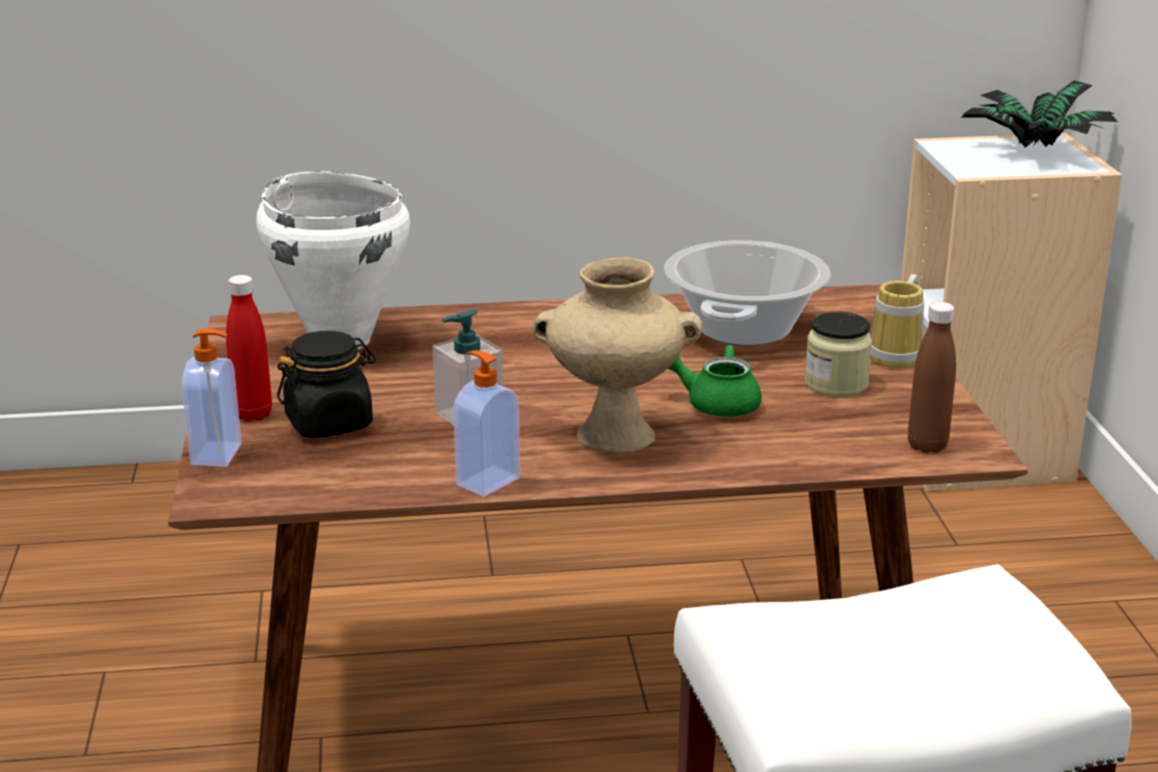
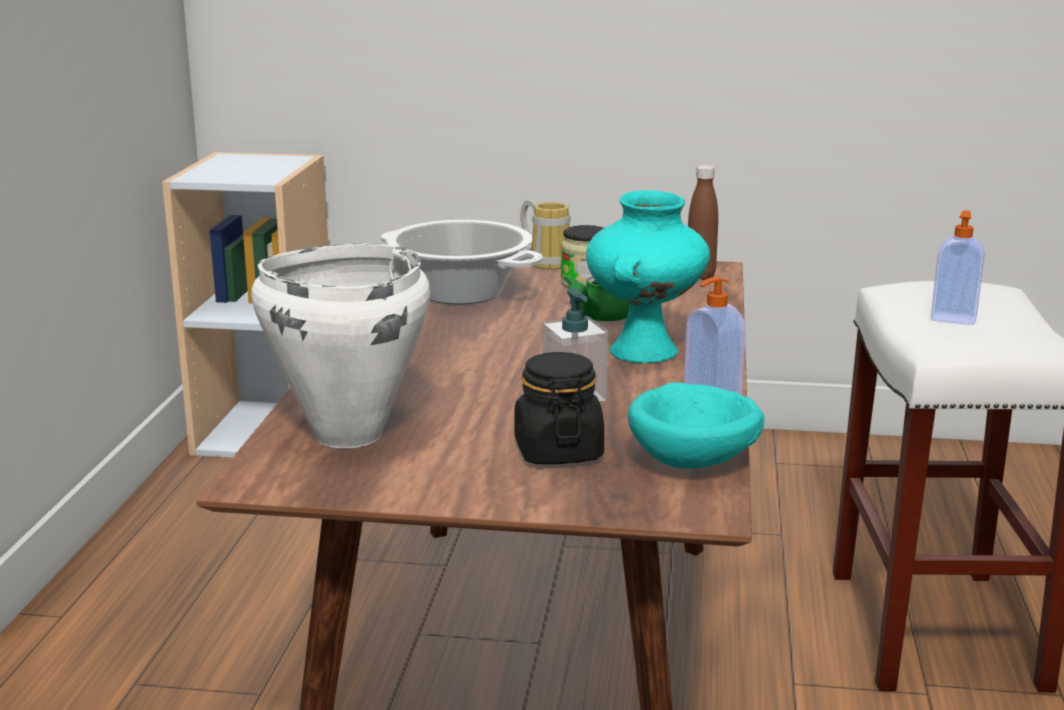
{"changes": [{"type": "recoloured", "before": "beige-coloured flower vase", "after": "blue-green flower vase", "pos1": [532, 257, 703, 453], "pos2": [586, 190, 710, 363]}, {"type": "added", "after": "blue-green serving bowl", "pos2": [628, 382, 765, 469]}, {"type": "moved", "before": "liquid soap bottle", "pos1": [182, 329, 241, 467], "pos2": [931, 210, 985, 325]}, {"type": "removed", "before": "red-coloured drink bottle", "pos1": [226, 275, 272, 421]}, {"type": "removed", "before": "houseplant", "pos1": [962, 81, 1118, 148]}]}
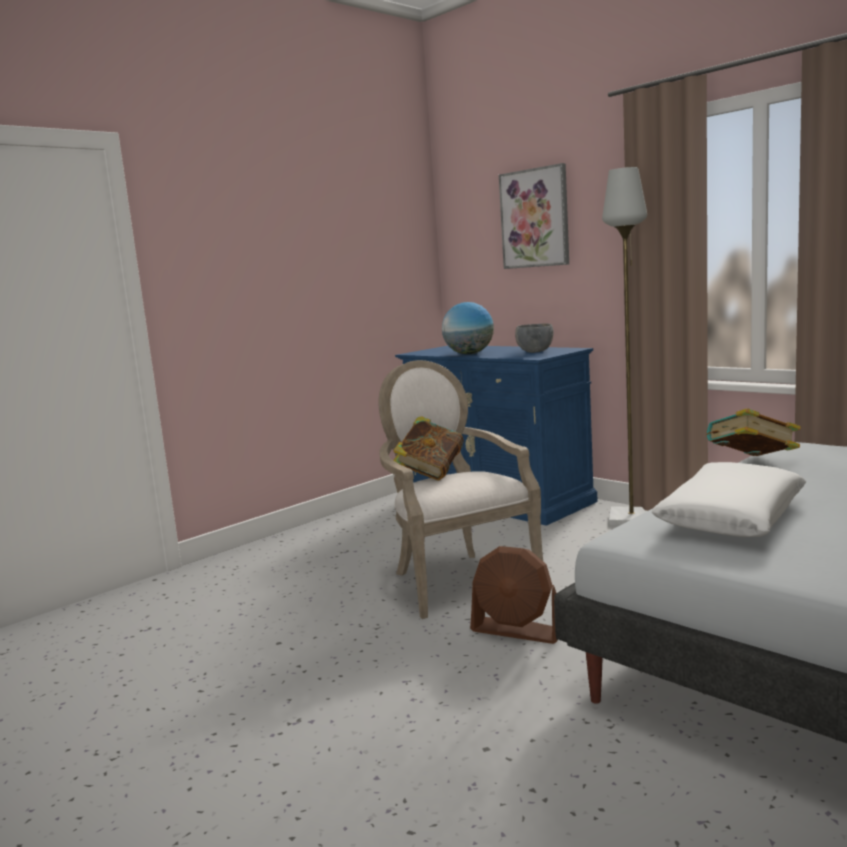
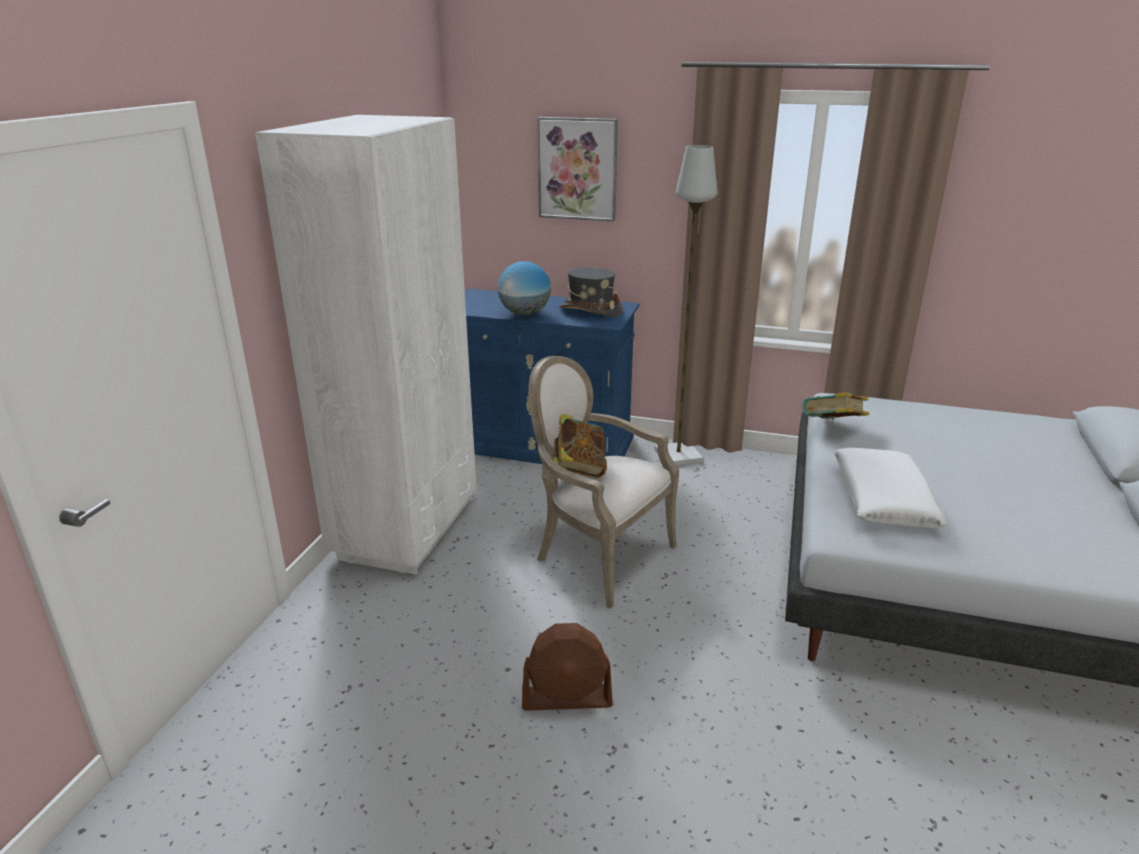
{"changes": [{"type": "added", "after": "white clothes cupboard", "pos2": [255, 115, 476, 575]}, {"type": "moved", "before": "brownish cooling fan", "pos1": [470, 546, 558, 644], "pos2": [522, 623, 613, 711]}, {"type": "replaced", "before": "gray serving bowl", "after": "gray hat", "pos1": [515, 323, 553, 353], "pos2": [559, 267, 623, 317]}]}
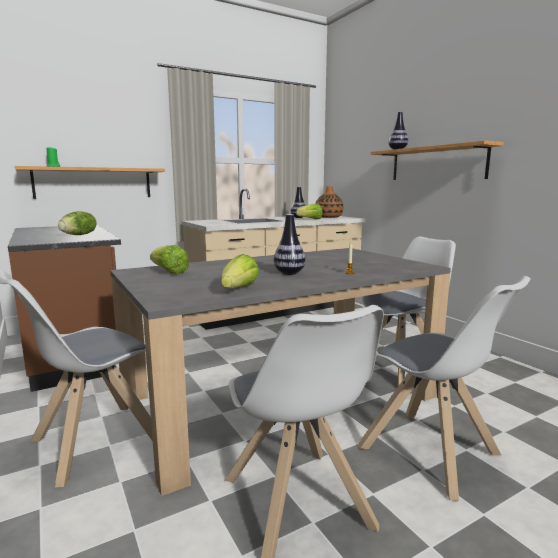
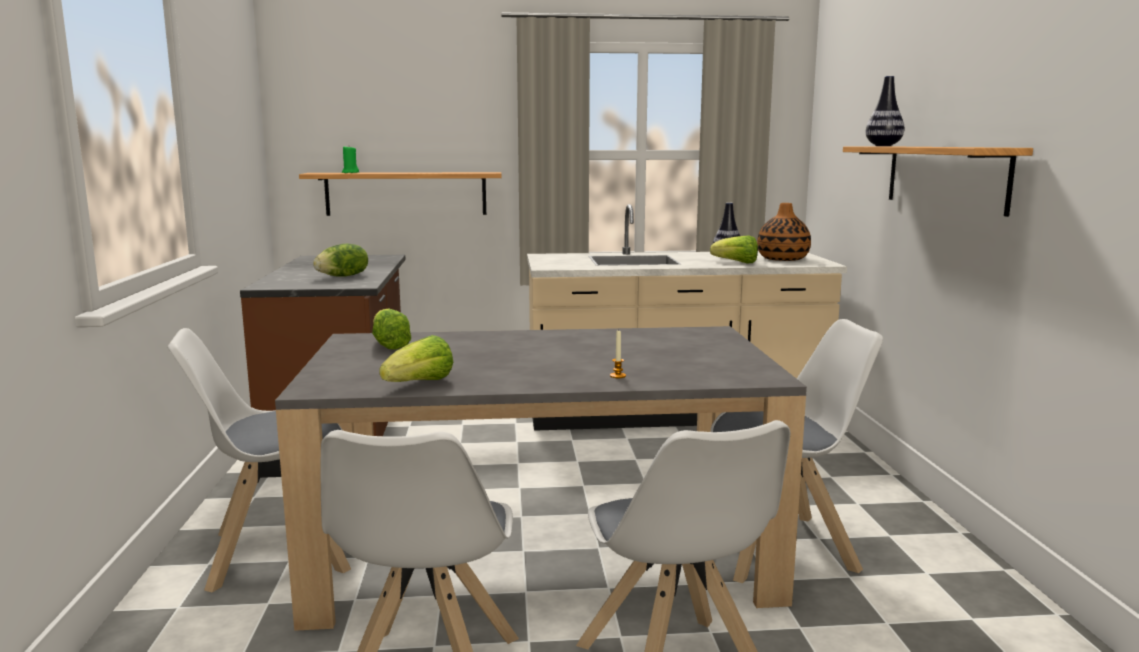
{"changes": [{"type": "removed", "before": "flower vase", "pos1": [274, 214, 306, 275]}]}
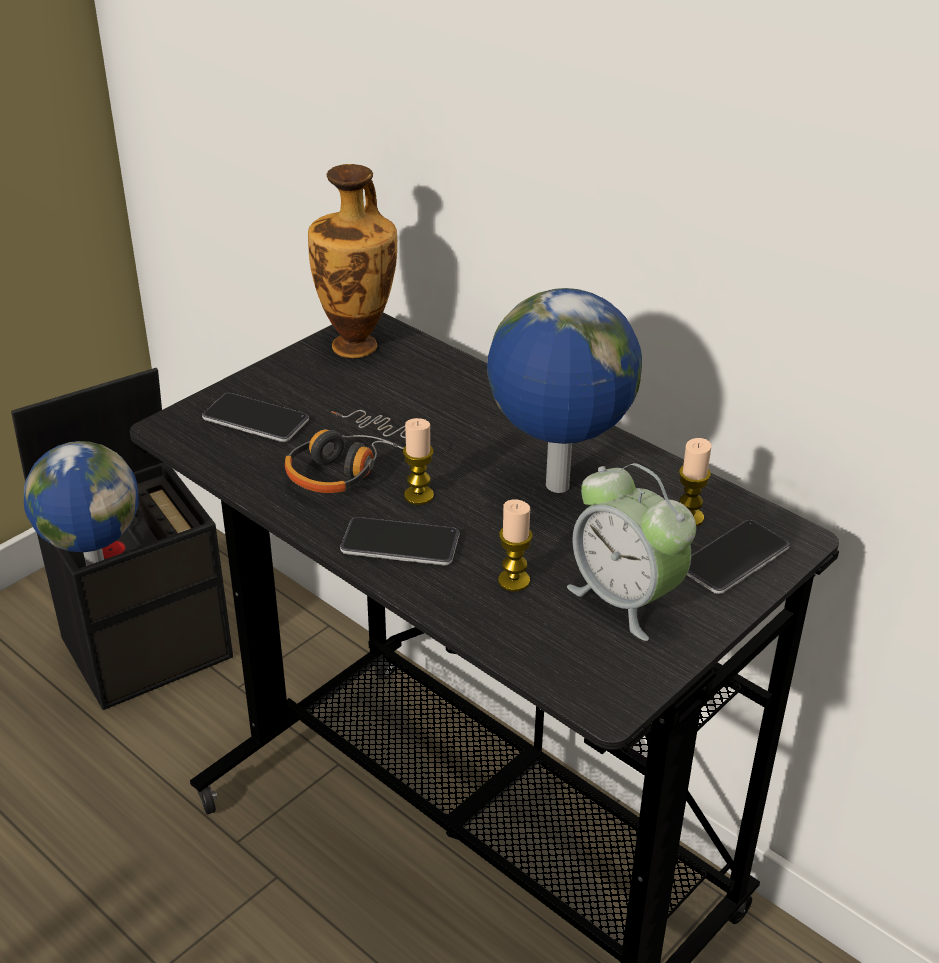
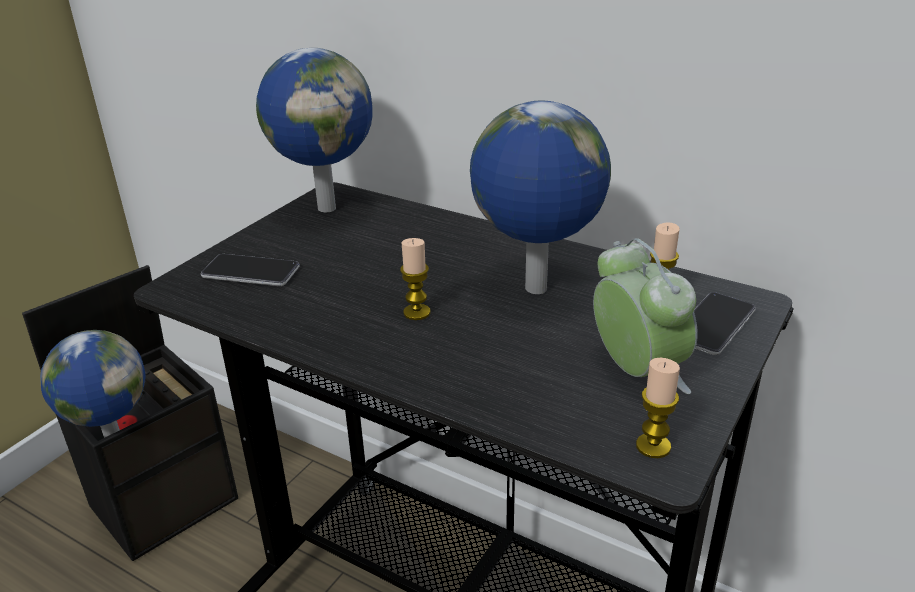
{"changes": [{"type": "replaced", "before": "flower vase", "after": "desk globe", "pos1": [308, 164, 397, 358], "pos2": [256, 48, 373, 212]}, {"type": "turned", "before": "bedside clock", "pos1": [567, 463, 696, 641], "pos2": [593, 238, 698, 394], "turn": -150}, {"type": "moved", "before": "candle", "pos1": [498, 499, 533, 592], "pos2": [636, 358, 680, 458]}, {"type": "removed", "before": "pair of headphones", "pos1": [285, 410, 406, 493]}, {"type": "removed", "before": "phone", "pos1": [340, 517, 459, 566]}]}
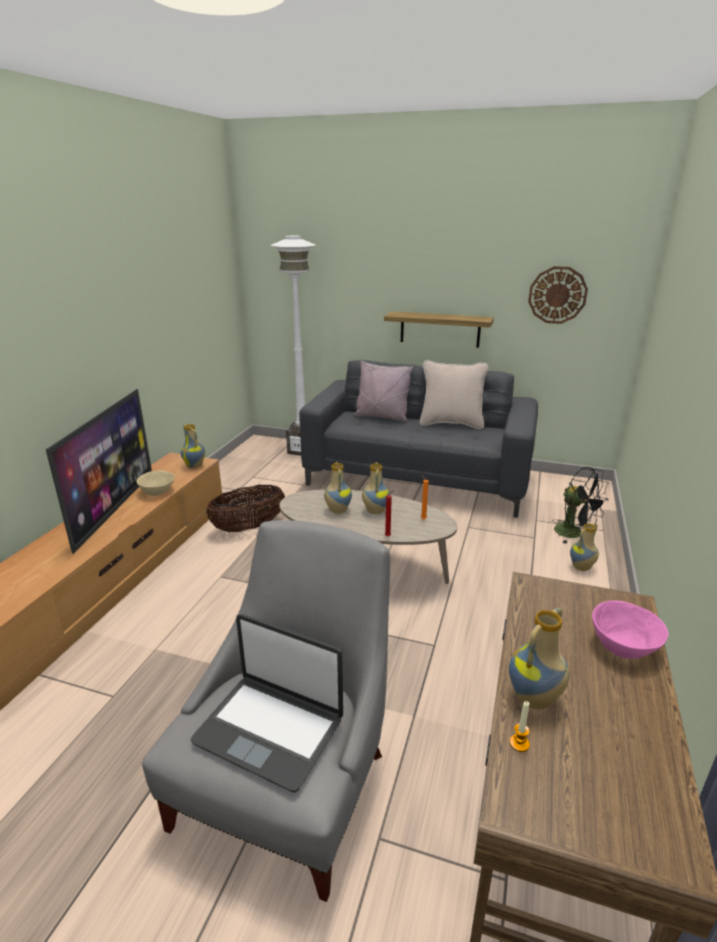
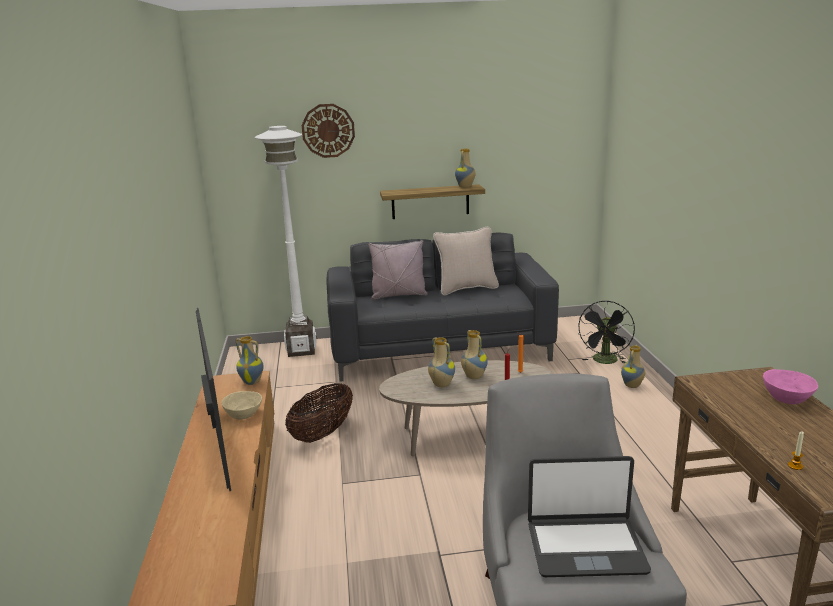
{"changes": [{"type": "moved", "before": "wall clock", "pos1": [528, 266, 588, 324], "pos2": [302, 104, 355, 158]}, {"type": "moved", "before": "flower vase", "pos1": [509, 608, 569, 710], "pos2": [455, 149, 475, 188]}, {"type": "turned", "before": "black cooling fan", "pos1": [552, 467, 609, 544], "pos2": [578, 301, 635, 364], "turn": 90}]}
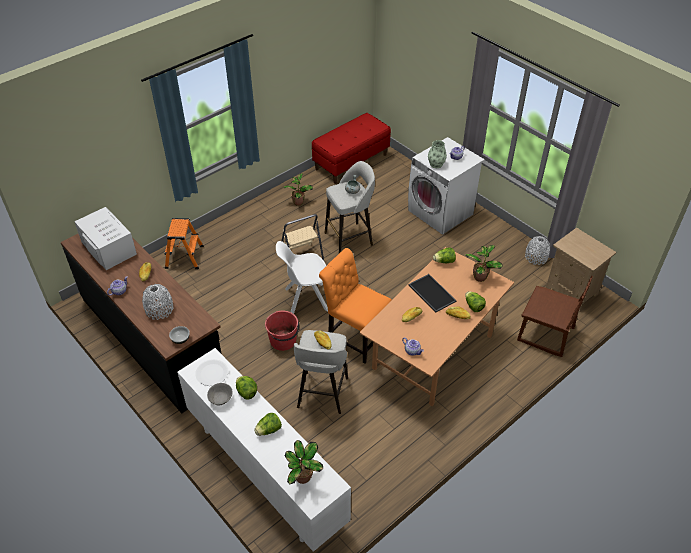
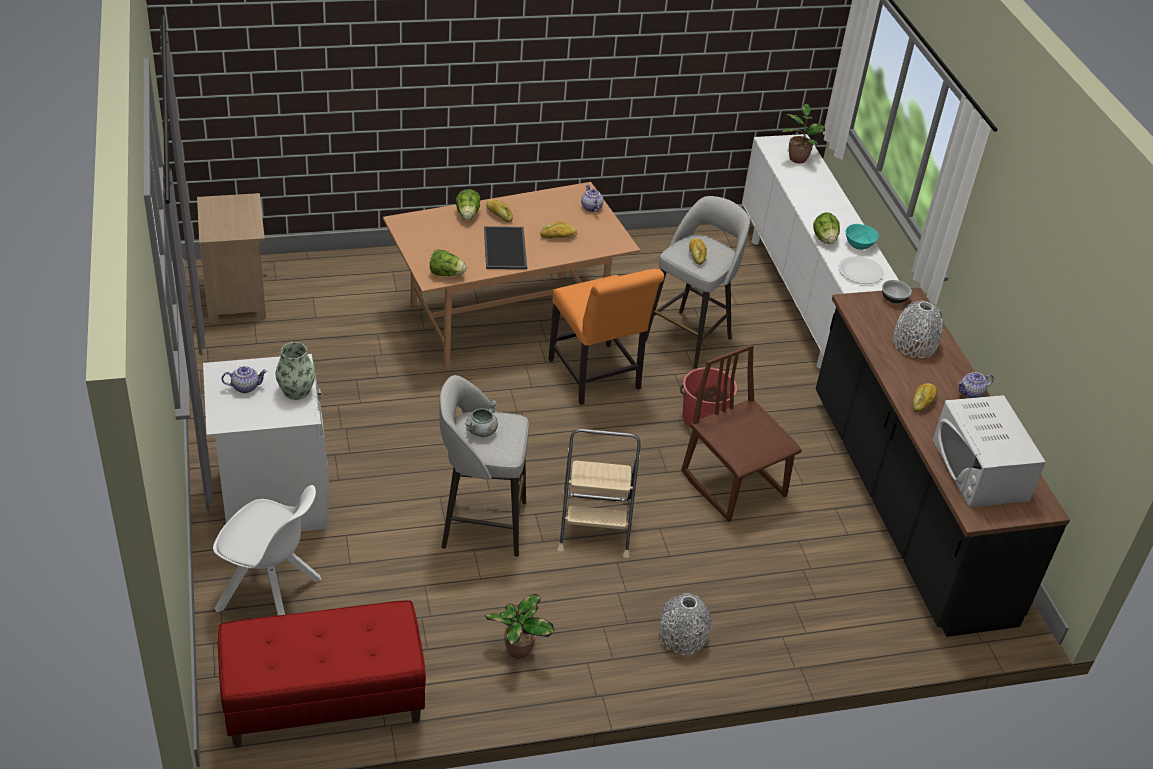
{"changes": [{"type": "moved", "before": "white plain chair", "pos1": [276, 241, 328, 314], "pos2": [213, 485, 321, 615]}, {"type": "moved", "before": "gray flower vase", "pos1": [525, 236, 551, 265], "pos2": [659, 593, 711, 655]}, {"type": "moved", "before": "brownish plain chair", "pos1": [517, 276, 593, 357], "pos2": [681, 344, 802, 522]}, {"type": "recoloured", "before": "gray serving bowl", "after": "blue-green serving bowl", "pos1": [207, 383, 233, 406], "pos2": [846, 224, 879, 250]}, {"type": "removed", "before": "orange-coloured step stool", "pos1": [164, 218, 204, 269]}, {"type": "removed", "before": "lettuce", "pos1": [254, 413, 282, 436]}, {"type": "removed", "before": "houseplant", "pos1": [465, 245, 503, 282]}]}
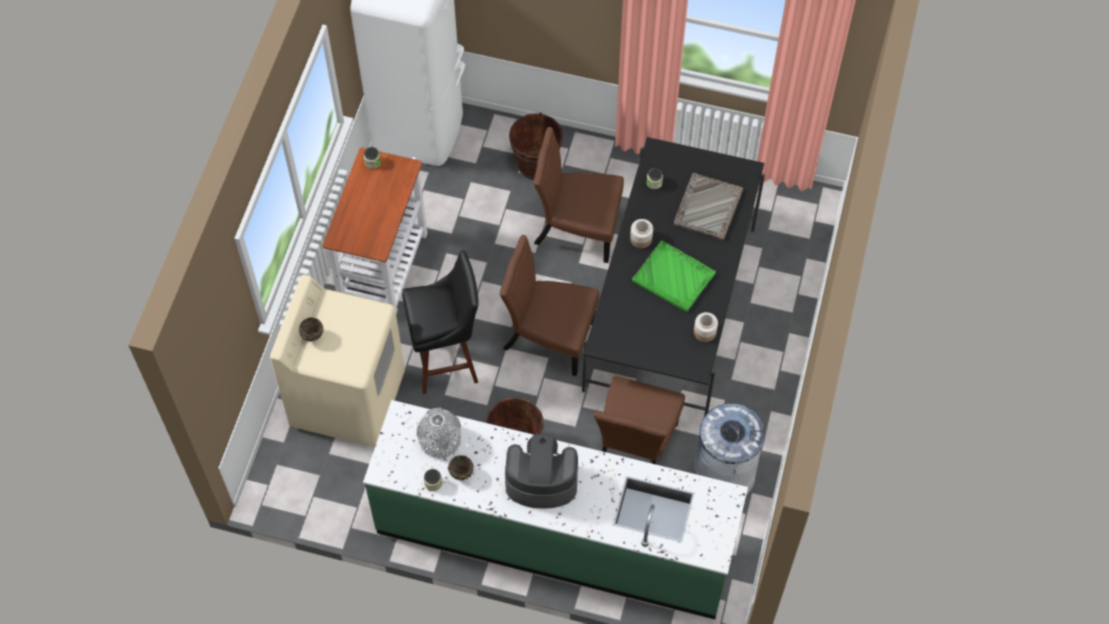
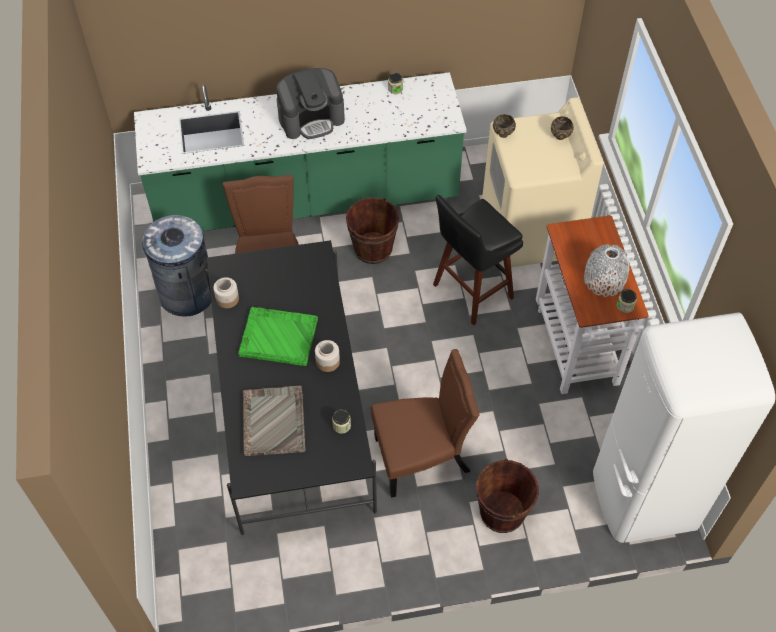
{"changes": [{"type": "moved", "before": "brownish serving bowl", "pos1": [448, 455, 474, 480], "pos2": [493, 115, 516, 138]}, {"type": "moved", "before": "gray flower vase", "pos1": [417, 407, 461, 459], "pos2": [584, 244, 630, 297]}, {"type": "removed", "before": "brownish plain chair", "pos1": [500, 235, 599, 376]}]}
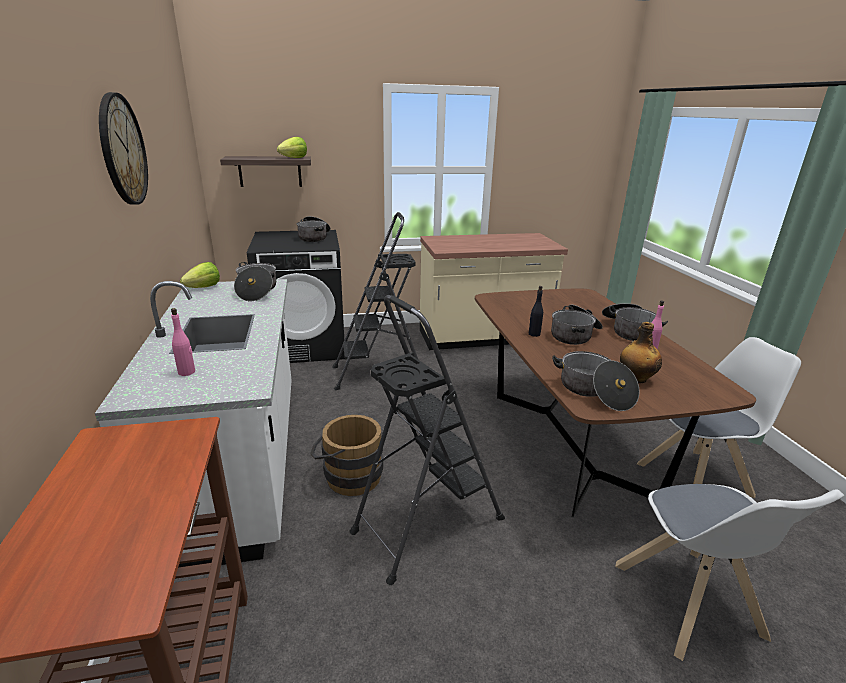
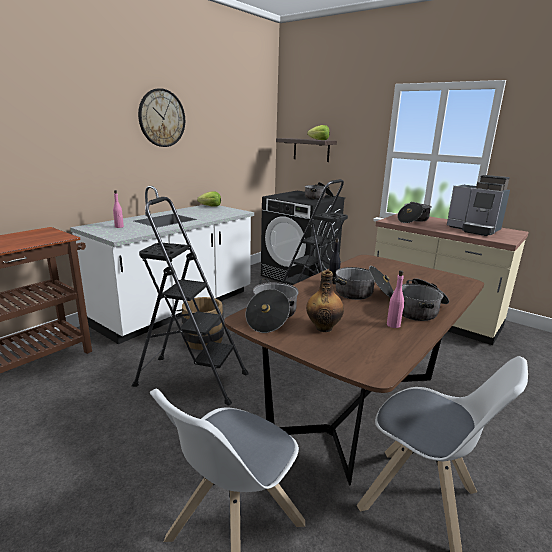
{"changes": [{"type": "moved", "before": "cooking pot", "pos1": [234, 262, 276, 301], "pos2": [397, 202, 432, 223]}, {"type": "added", "after": "coffee brewer", "pos2": [447, 175, 510, 236]}]}
